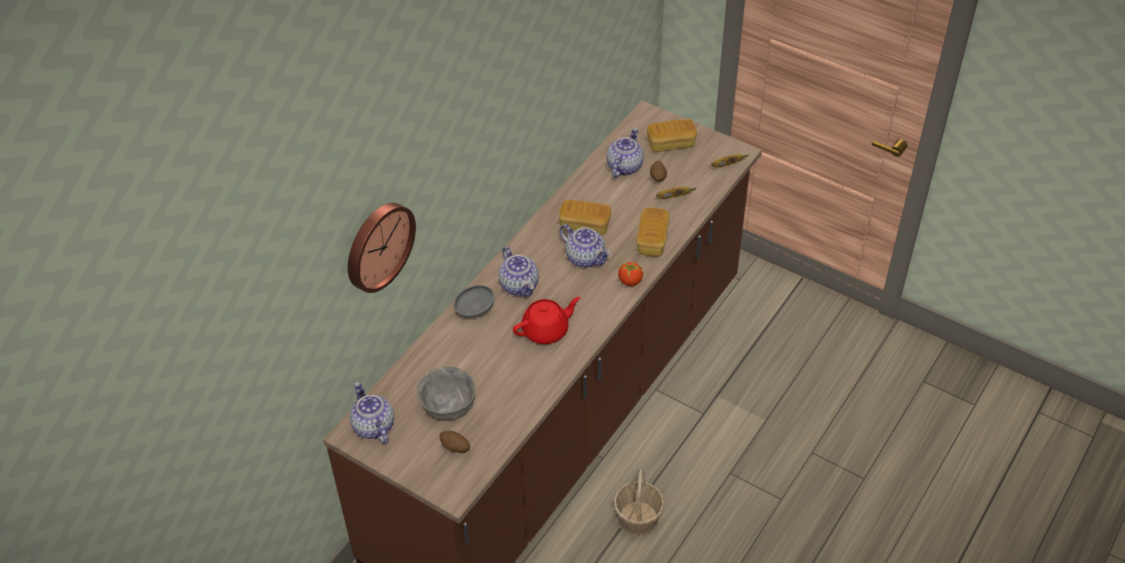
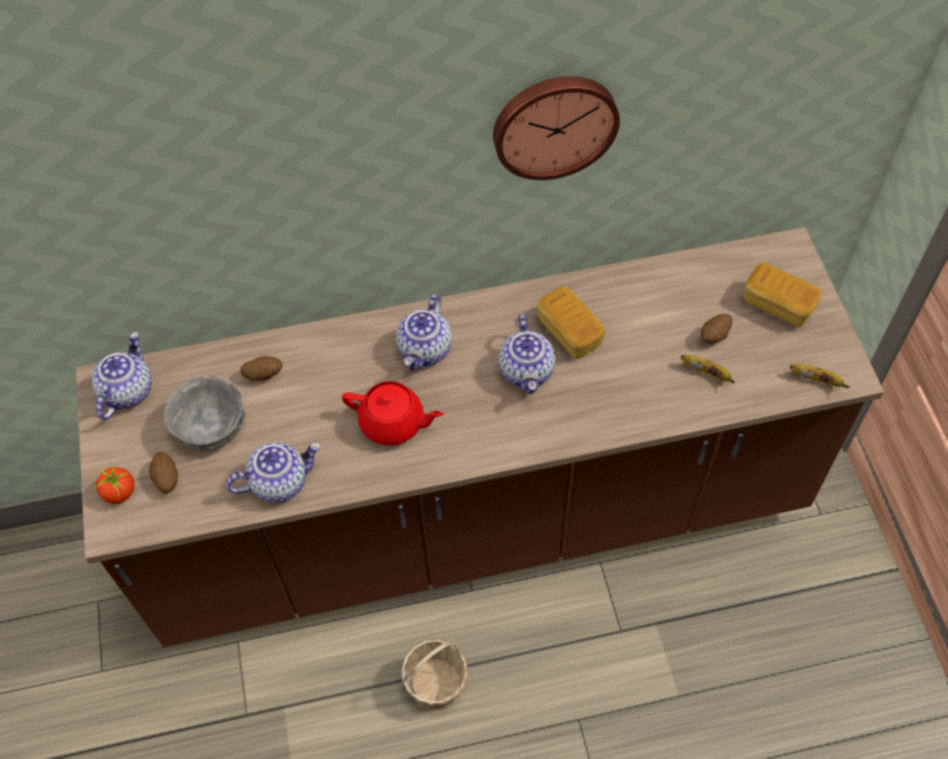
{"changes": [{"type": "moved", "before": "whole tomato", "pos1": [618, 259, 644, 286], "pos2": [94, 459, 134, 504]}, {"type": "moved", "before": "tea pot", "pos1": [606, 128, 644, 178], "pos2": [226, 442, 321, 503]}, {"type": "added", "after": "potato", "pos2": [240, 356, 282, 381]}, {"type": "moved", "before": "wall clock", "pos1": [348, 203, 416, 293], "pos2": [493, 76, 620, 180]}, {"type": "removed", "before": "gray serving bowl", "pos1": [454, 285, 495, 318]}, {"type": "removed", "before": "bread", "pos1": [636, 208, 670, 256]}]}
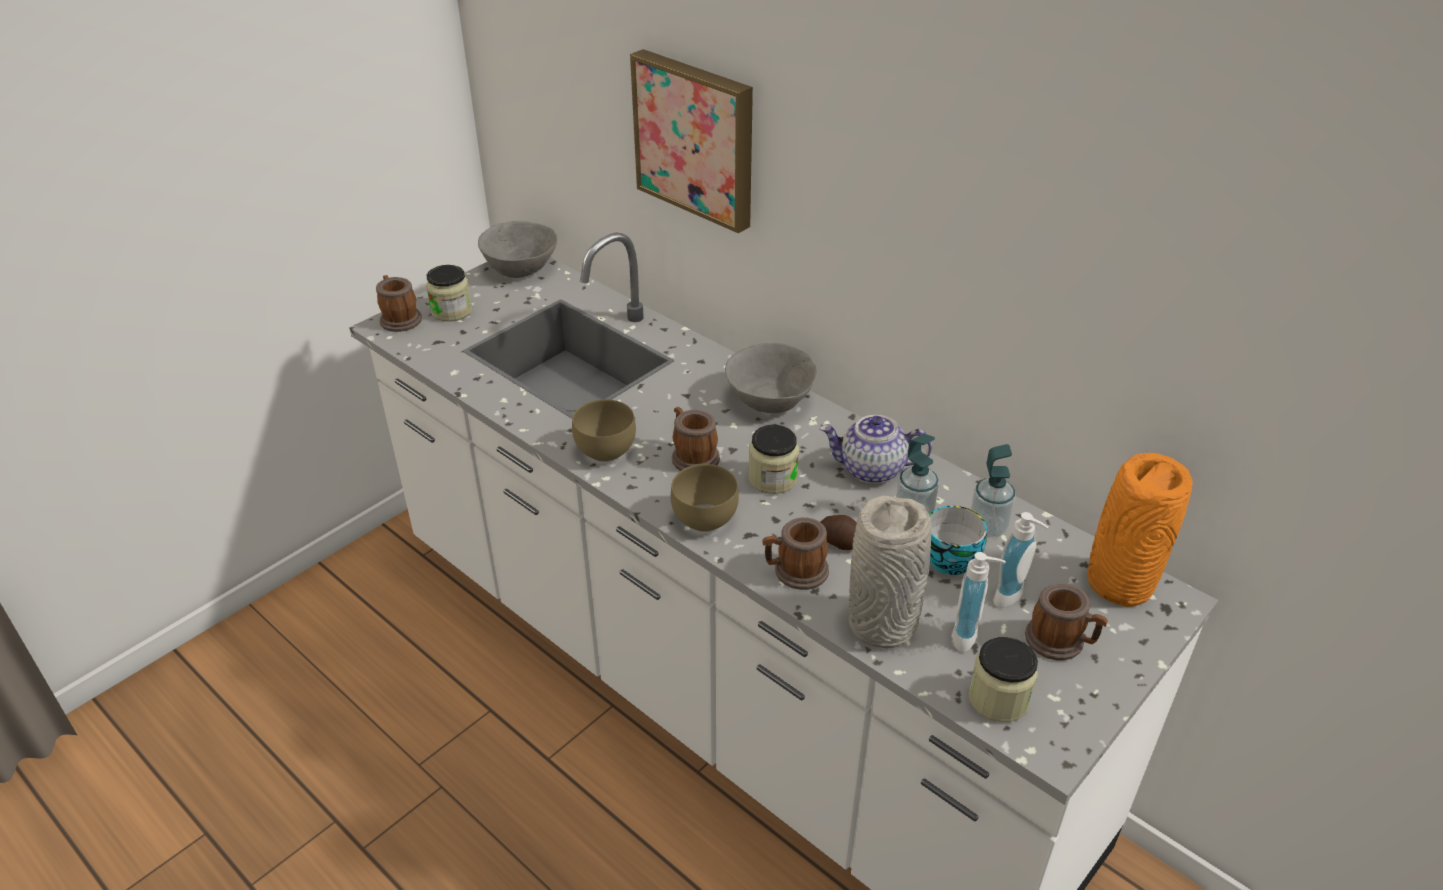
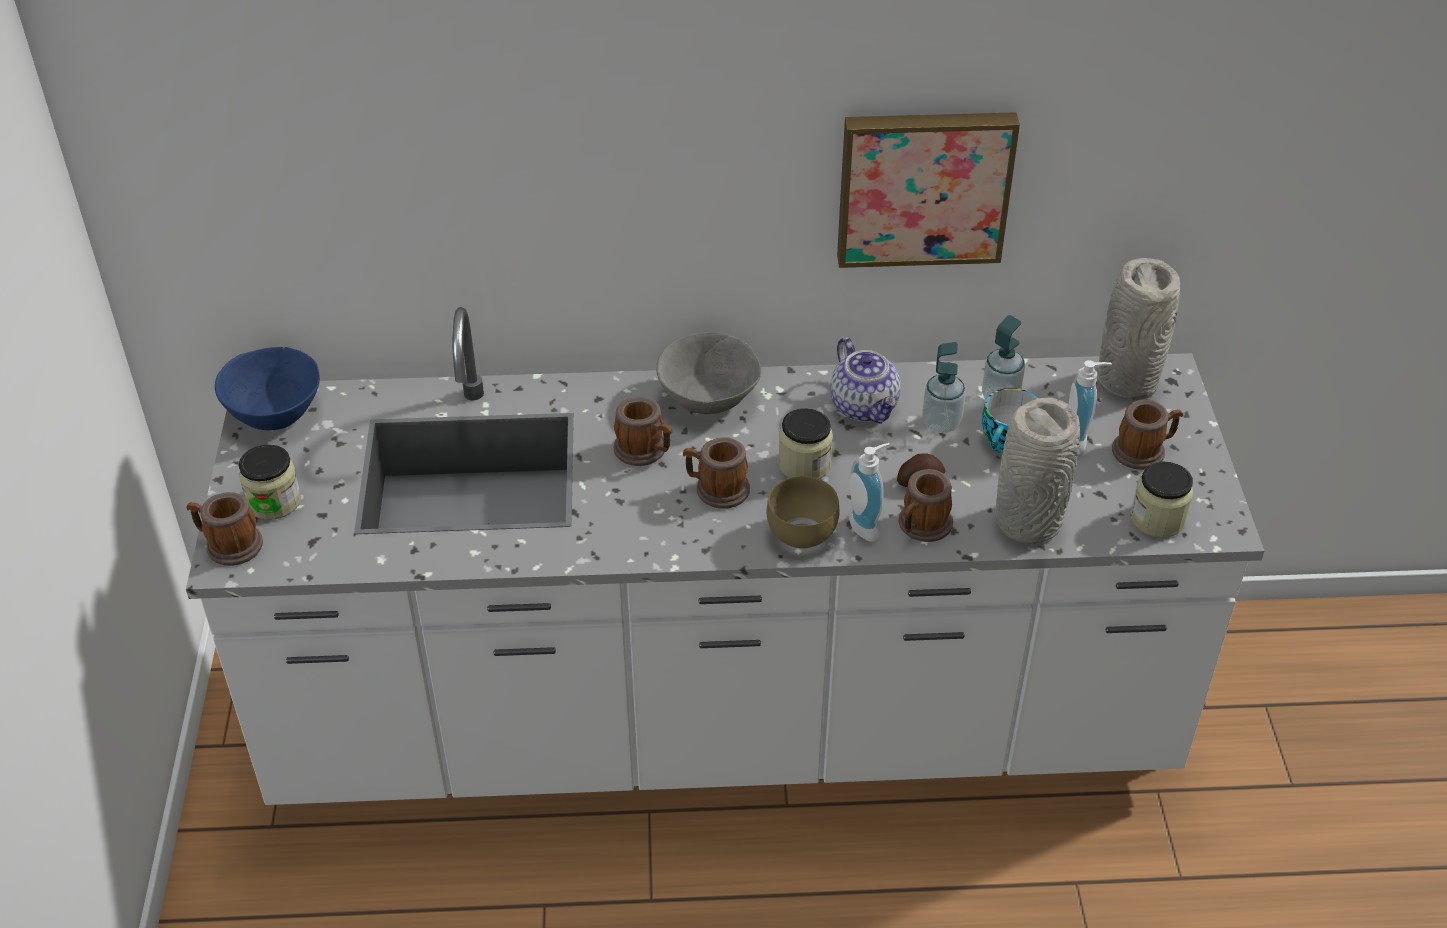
{"changes": [{"type": "recoloured", "before": "gray serving bowl", "after": "blue-coloured serving bowl", "pos1": [478, 221, 557, 278], "pos2": [215, 347, 320, 430]}, {"type": "added", "after": "coffee mug", "pos2": [614, 397, 672, 466]}, {"type": "turned", "before": "tea pot", "pos1": [820, 415, 932, 484], "pos2": [830, 337, 901, 424], "turn": -75}, {"type": "moved", "before": "picture", "pos1": [630, 49, 753, 233], "pos2": [837, 112, 1020, 268]}, {"type": "moved", "before": "liquid soap bottle", "pos1": [953, 552, 1006, 652], "pos2": [849, 443, 890, 542]}, {"type": "recoloured", "before": "orange-coloured flower vase", "after": "gray flower vase", "pos1": [1088, 453, 1193, 607], "pos2": [1097, 258, 1180, 400]}, {"type": "removed", "before": "brownish serving bowl", "pos1": [572, 399, 636, 462]}]}
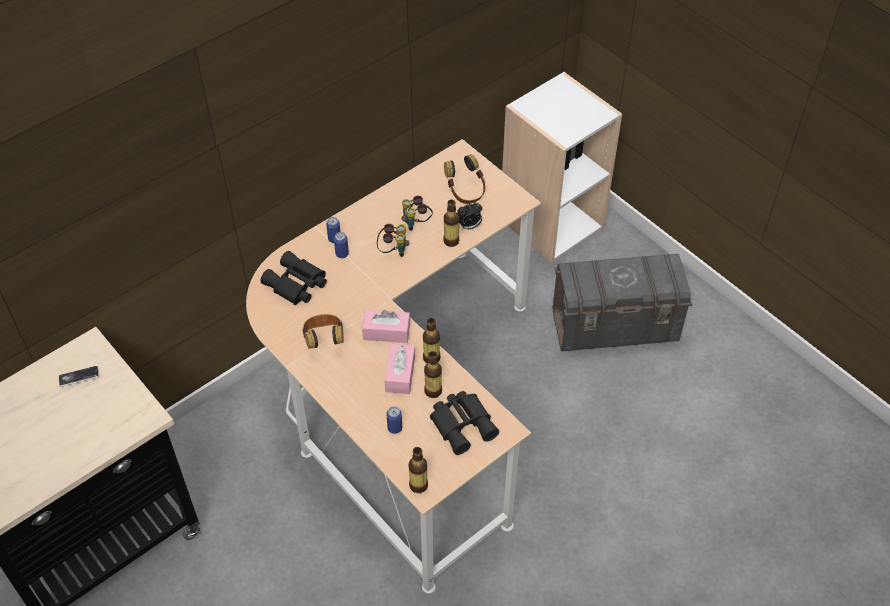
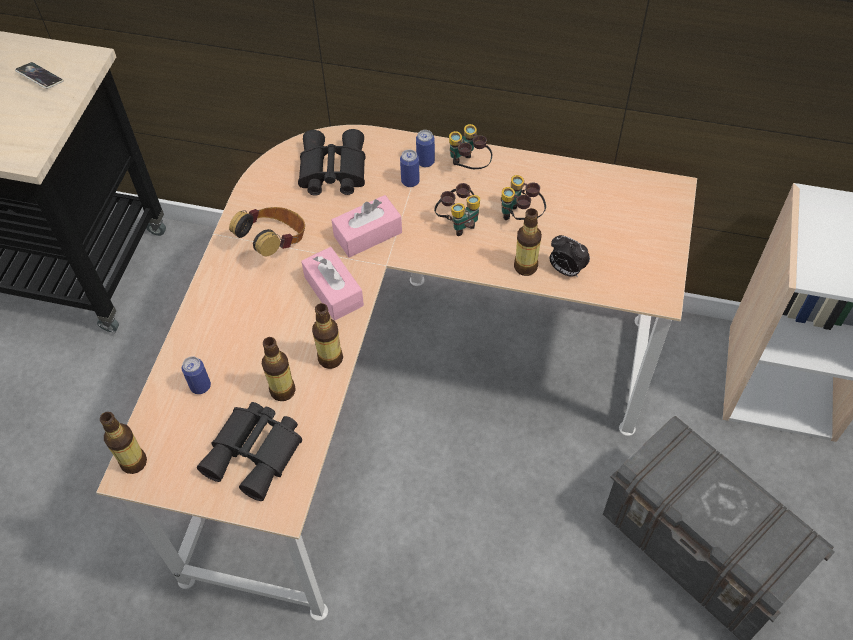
{"changes": [{"type": "moved", "before": "pink-coloured tissue holder", "pos1": [385, 344, 415, 394], "pos2": [332, 195, 402, 258]}, {"type": "added", "after": "binoculars", "pos2": [449, 124, 492, 169]}, {"type": "removed", "before": "pair of headphones", "pos1": [444, 154, 486, 204]}]}
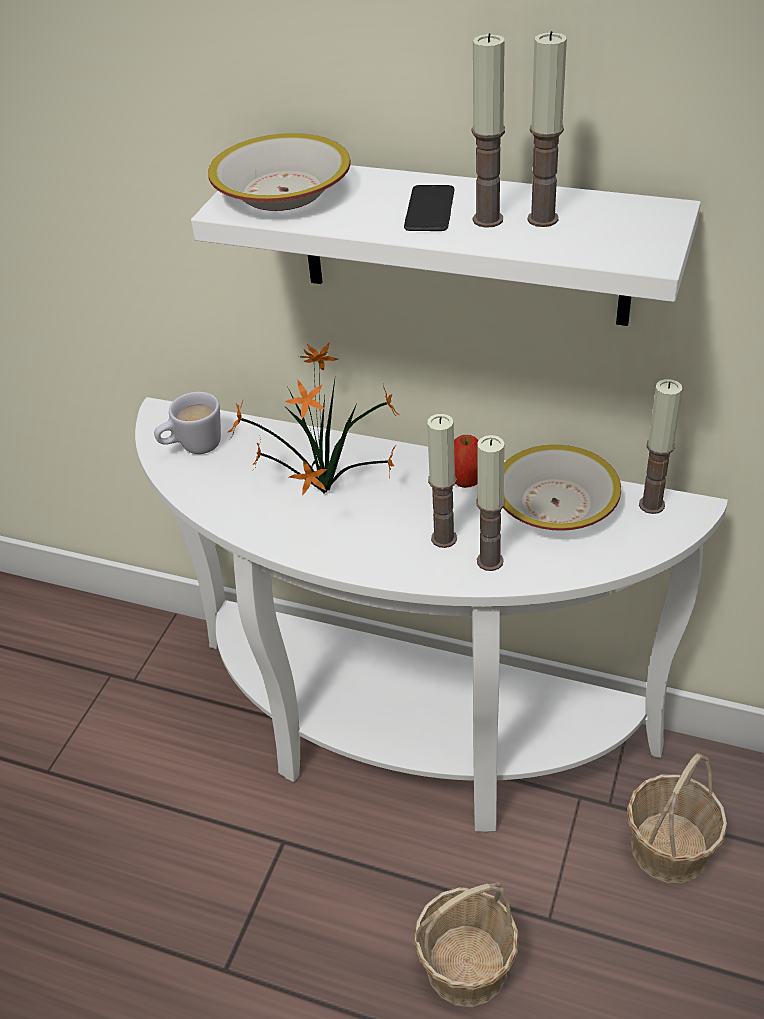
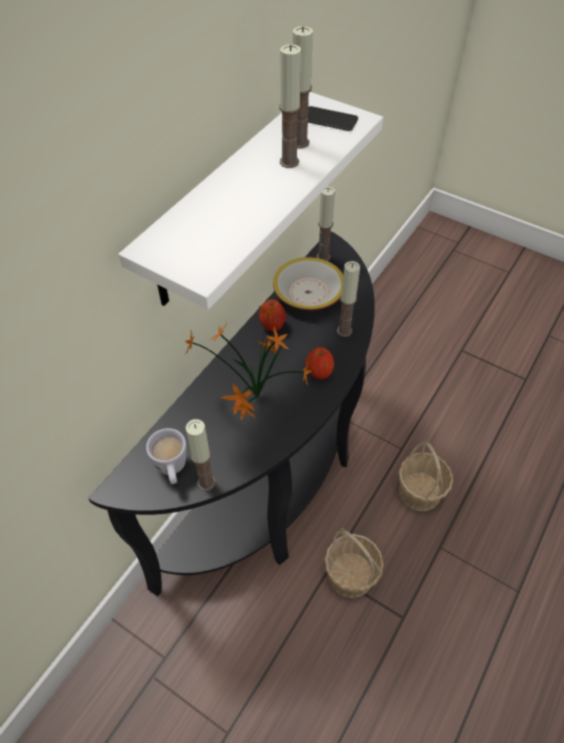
{"changes": [{"type": "recoloured", "before": "white narrow table", "after": "black narrow table", "pos1": [135, 397, 728, 832], "pos2": [88, 232, 375, 596]}, {"type": "moved", "before": "candle", "pos1": [427, 414, 457, 548], "pos2": [186, 419, 216, 491]}, {"type": "added", "after": "apple fruit", "pos2": [305, 347, 334, 379]}, {"type": "moved", "before": "phone", "pos1": [404, 185, 454, 231], "pos2": [307, 106, 358, 131]}, {"type": "moved", "before": "household basket", "pos1": [627, 753, 727, 883], "pos2": [324, 528, 384, 598]}, {"type": "removed", "before": "serving bowl", "pos1": [208, 133, 351, 211]}]}
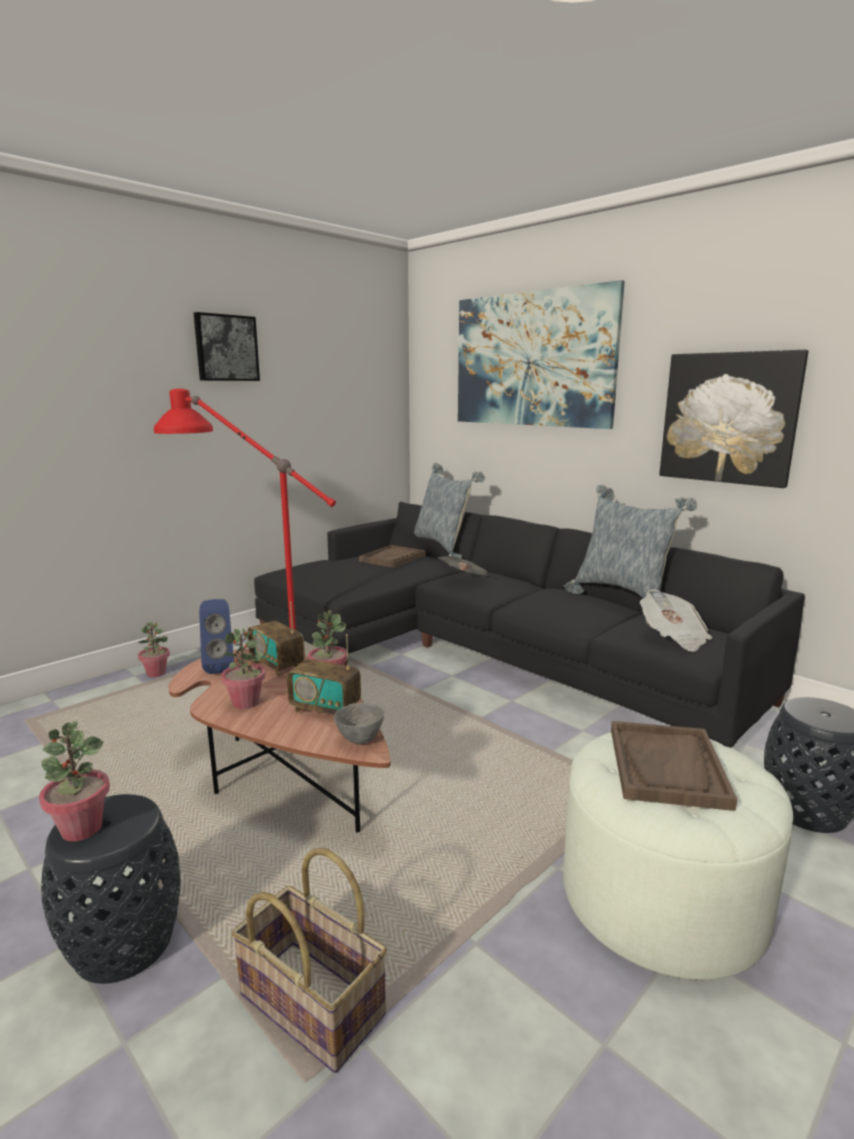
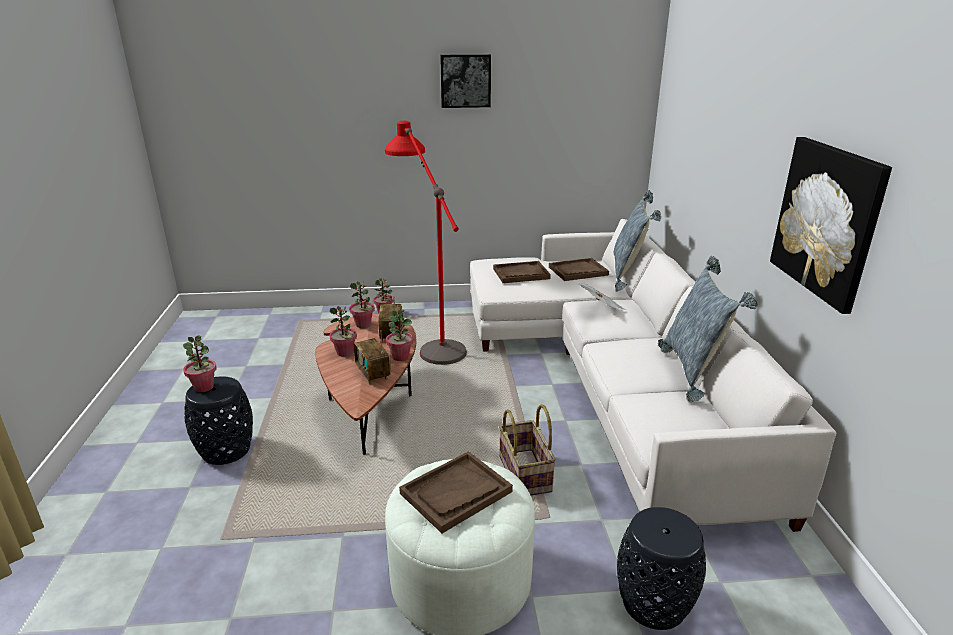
{"changes": [{"type": "replaced", "before": "blue-coloured loudspeaker", "after": "houseplant", "pos1": [199, 599, 234, 674], "pos2": [349, 281, 375, 328]}, {"type": "recoloured", "before": "black couch", "after": "white couch", "pos1": [254, 502, 805, 748], "pos2": [470, 219, 836, 532]}, {"type": "added", "after": "brownish carrying tray", "pos2": [493, 261, 551, 283]}, {"type": "moved", "before": "household basket", "pos1": [231, 848, 387, 1073], "pos2": [499, 404, 556, 495]}, {"type": "removed", "before": "gray serving bowl", "pos1": [334, 703, 384, 744]}, {"type": "removed", "before": "picture", "pos1": [458, 280, 625, 429]}, {"type": "removed", "before": "printed paper", "pos1": [640, 589, 712, 652]}]}
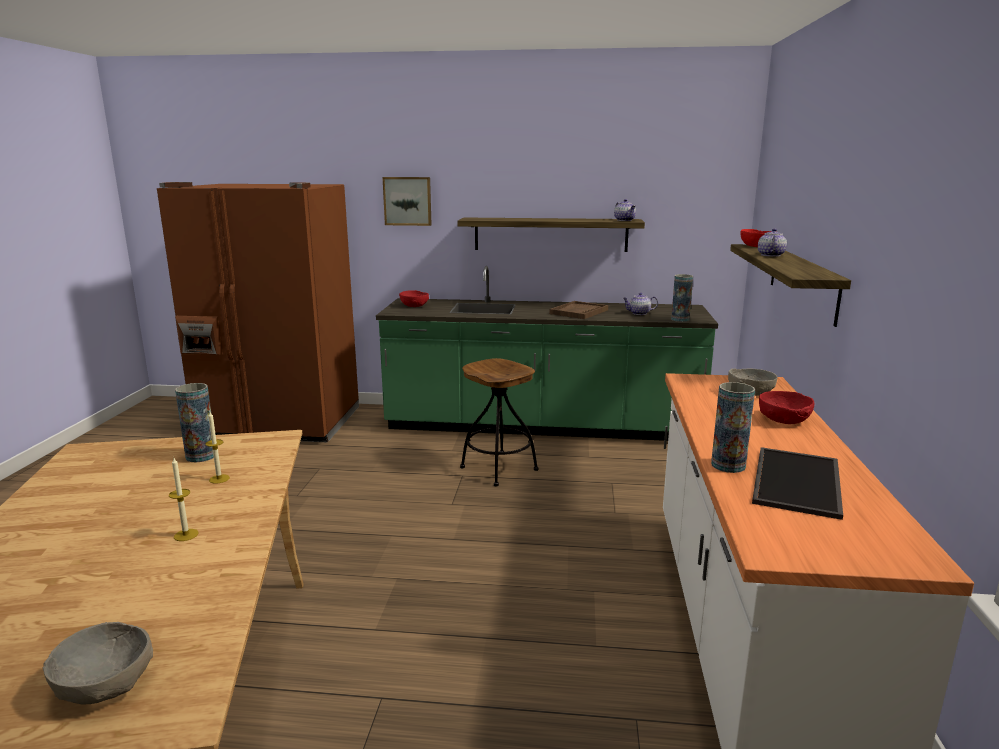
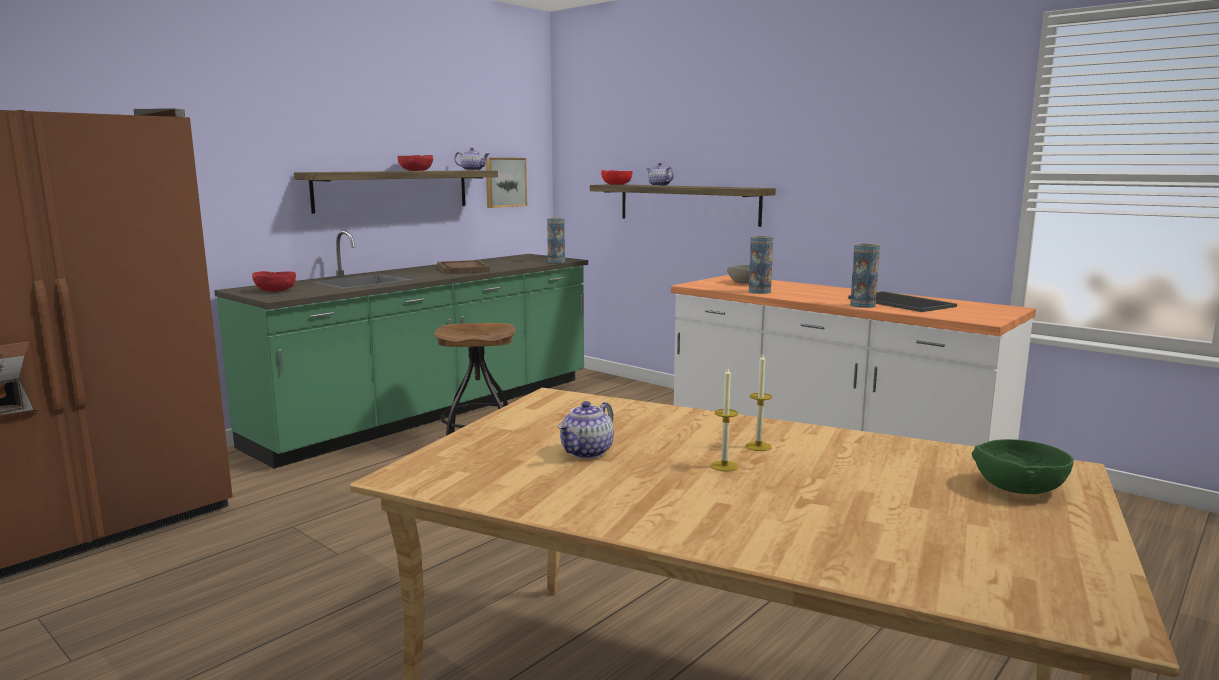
{"changes": [{"type": "moved", "before": "red-coloured serving bowl", "pos1": [759, 391, 814, 424], "pos2": [397, 155, 433, 171]}, {"type": "moved", "before": "picture", "pos1": [382, 177, 432, 226], "pos2": [486, 158, 527, 208]}, {"type": "moved", "before": "tea pot", "pos1": [623, 292, 658, 315], "pos2": [558, 401, 614, 459]}, {"type": "moved", "before": "candle", "pos1": [205, 412, 230, 484], "pos2": [711, 368, 738, 472]}, {"type": "moved", "before": "flower vase", "pos1": [175, 383, 214, 462], "pos2": [749, 236, 773, 294]}, {"type": "recoloured", "before": "gray serving bowl", "after": "green serving bowl", "pos1": [43, 622, 153, 704], "pos2": [972, 439, 1074, 494]}]}
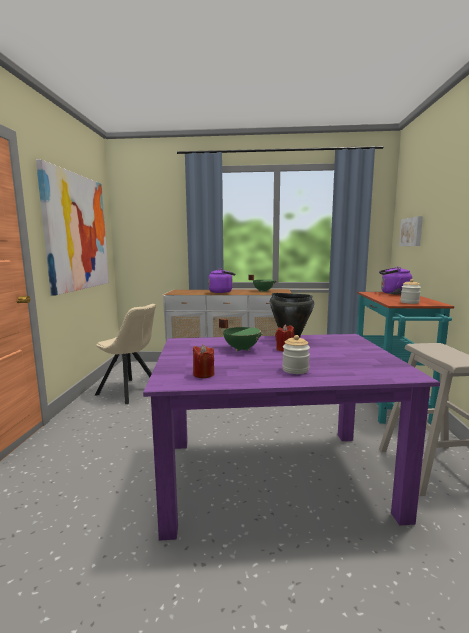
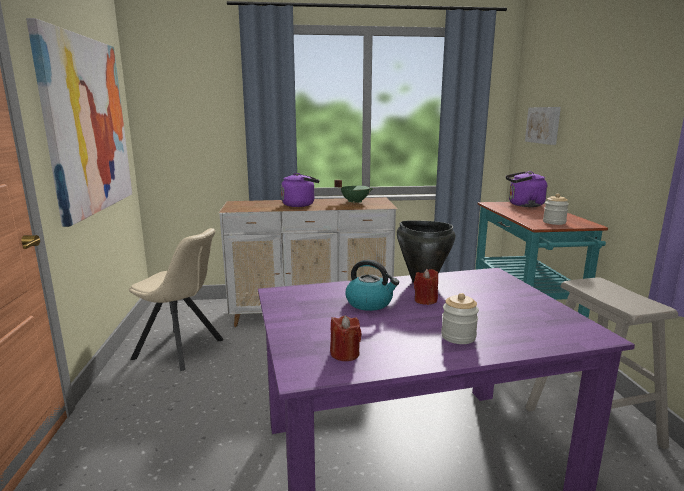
{"changes": [{"type": "replaced", "before": "green cooking pot", "after": "water kettle", "pos1": [219, 318, 262, 351], "pos2": [345, 260, 399, 311]}]}
